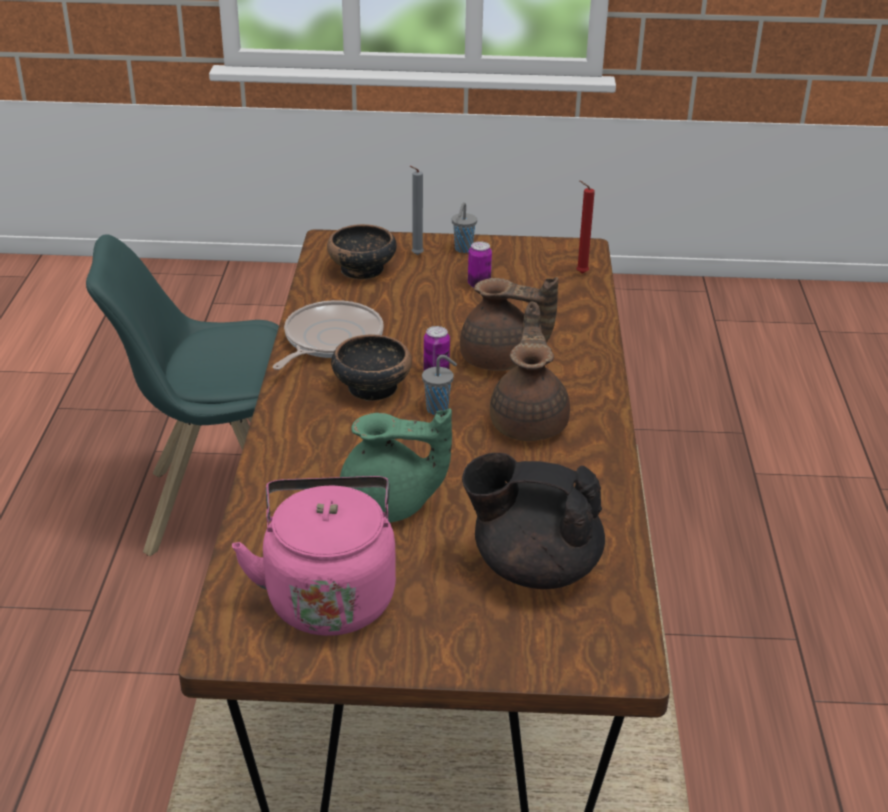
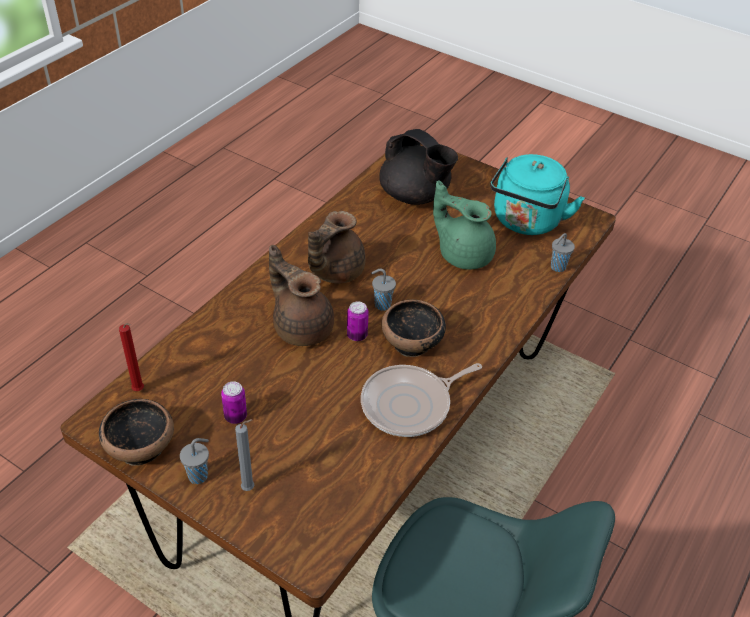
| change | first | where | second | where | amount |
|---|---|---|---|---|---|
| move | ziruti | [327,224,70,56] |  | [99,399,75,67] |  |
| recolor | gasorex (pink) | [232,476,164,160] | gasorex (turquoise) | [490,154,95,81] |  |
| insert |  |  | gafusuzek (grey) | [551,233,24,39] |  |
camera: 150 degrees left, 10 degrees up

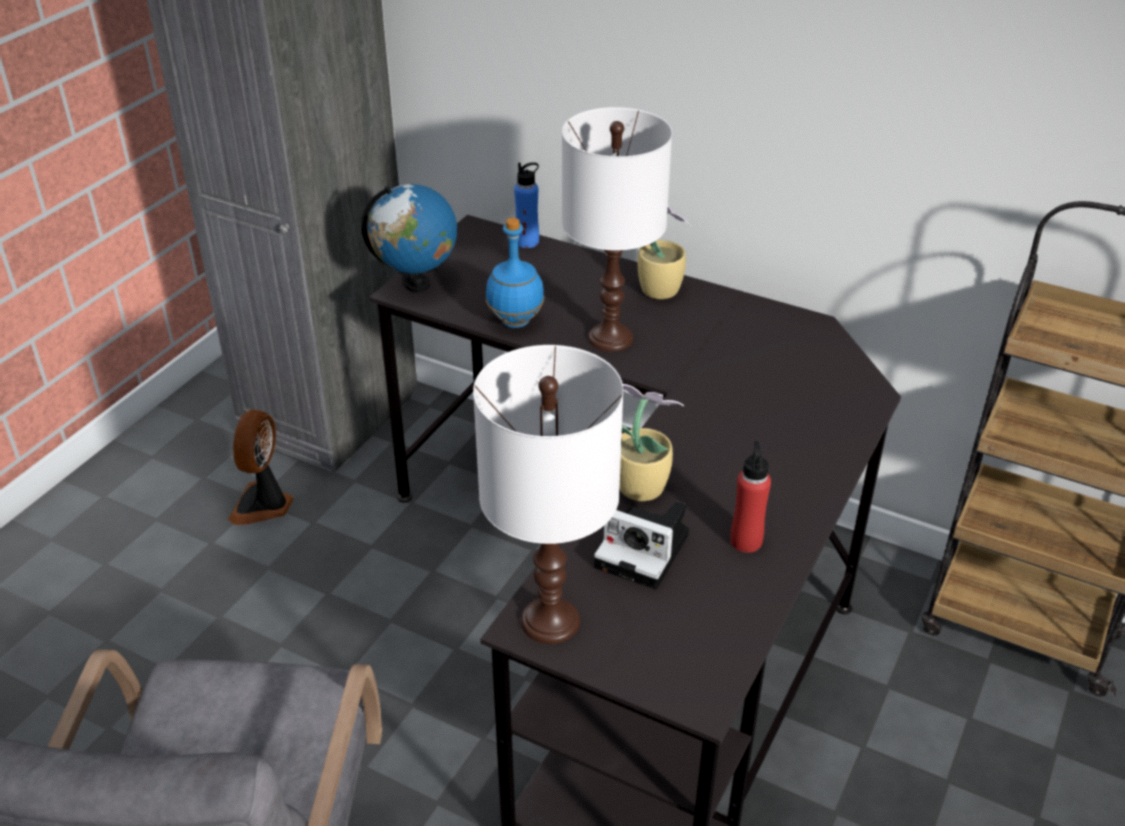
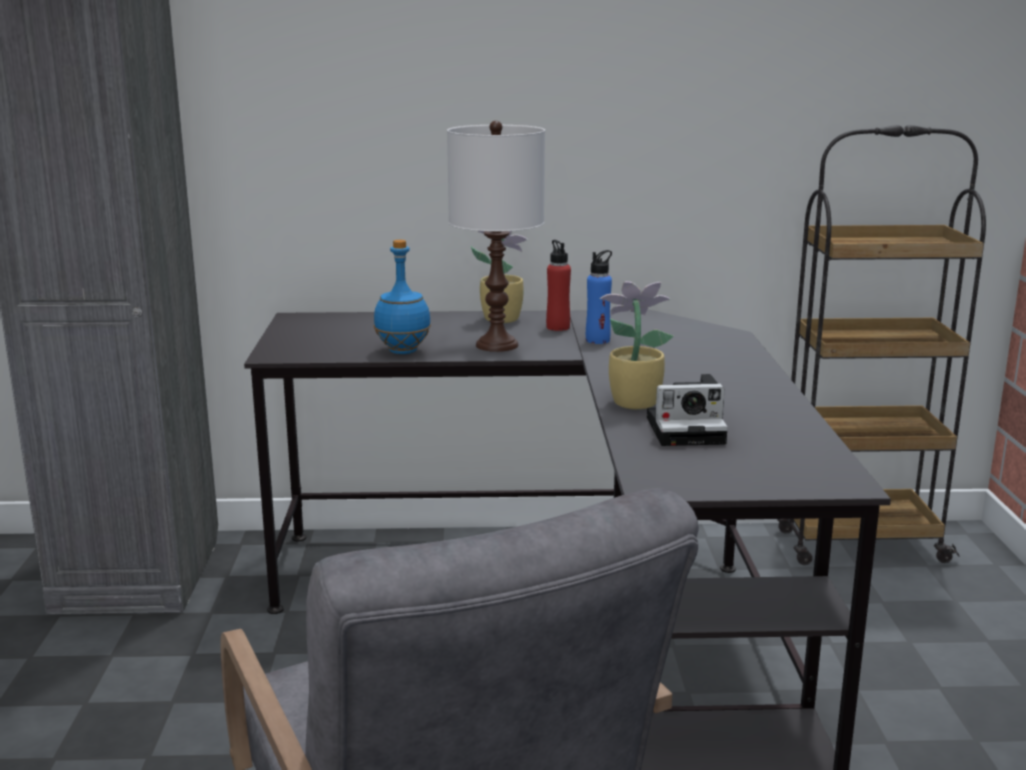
| change | first | where | second | where | amount |
|---|---|---|---|---|---|
| move | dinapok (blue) | [514,162,25,86] |  | [586,250,26,94] |  |
| delete | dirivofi | [361,184,96,109] |  |  |  |
| delete | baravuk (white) | [473,345,151,299] |  |  |  |
| delete | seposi | [228,409,65,116] |  |  |  |
| move | dinapok (red) | [730,441,41,112] |  | [546,240,25,91] |  |
camera: 30 degrees left, 20 degrees down

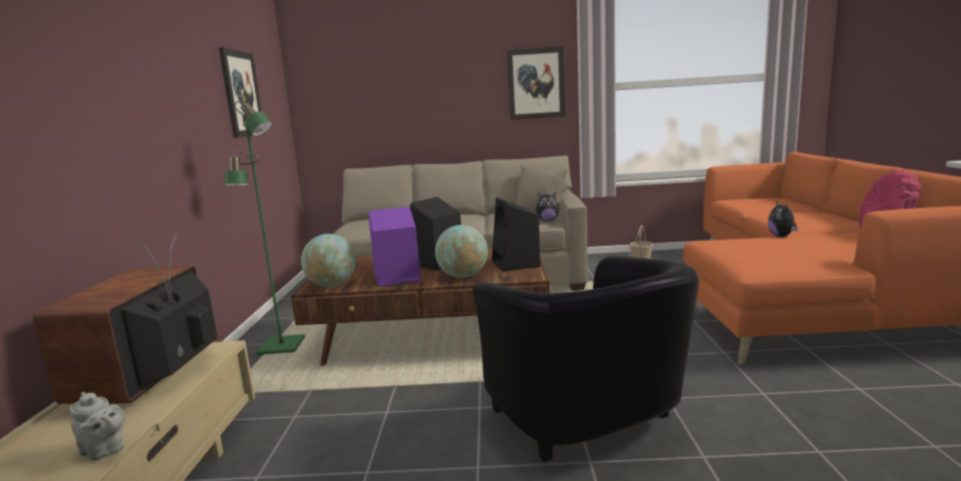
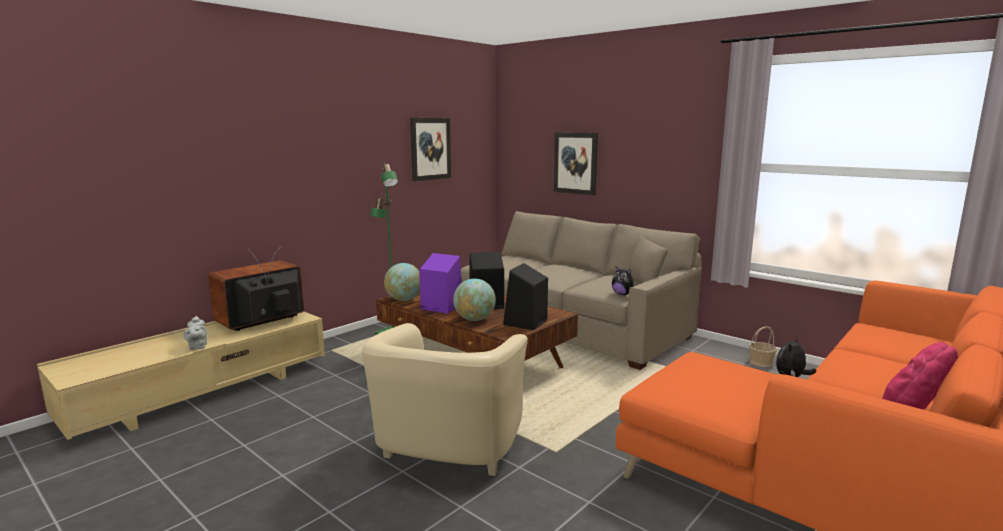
| change | first | where | second | where | amount |
|---|---|---|---|---|---|
| move | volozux | [507,46,58,74] |  | [554,132,44,63] |  |
| recolor | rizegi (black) | [472,256,227,206] | rizegi (beige) | [362,323,166,153] |  |
camera: 40 degrees right, 0 degrees up

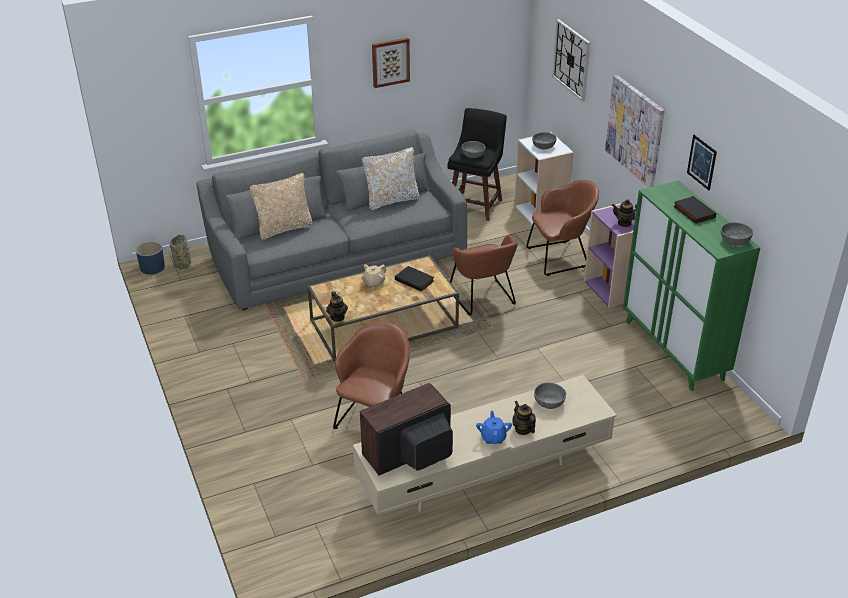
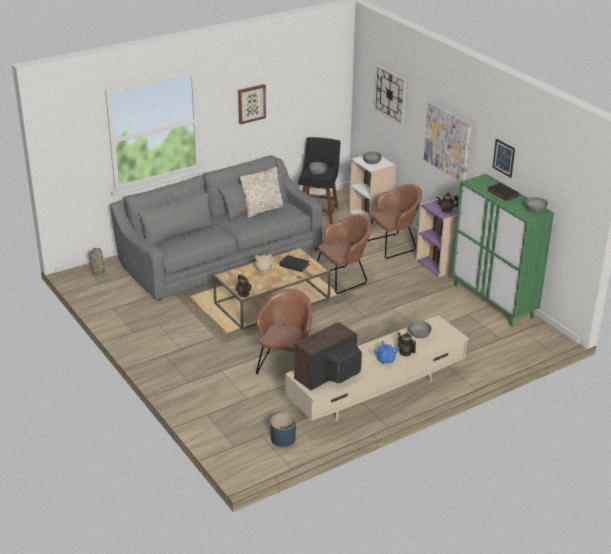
| change | first | where | second | where | amount |
|---|---|---|---|---|---|
| delete | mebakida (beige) | [250,173,62,66] |  |  |  |
| rotate | rizegi (brown) | [450,234,68,82] |  | [318,214,54,80] | 90 degrees counterclockwise |
| move | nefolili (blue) | [136,241,29,34] |  | [270,413,26,34] |  |
camera: 10 degrees left, 5 degrees down

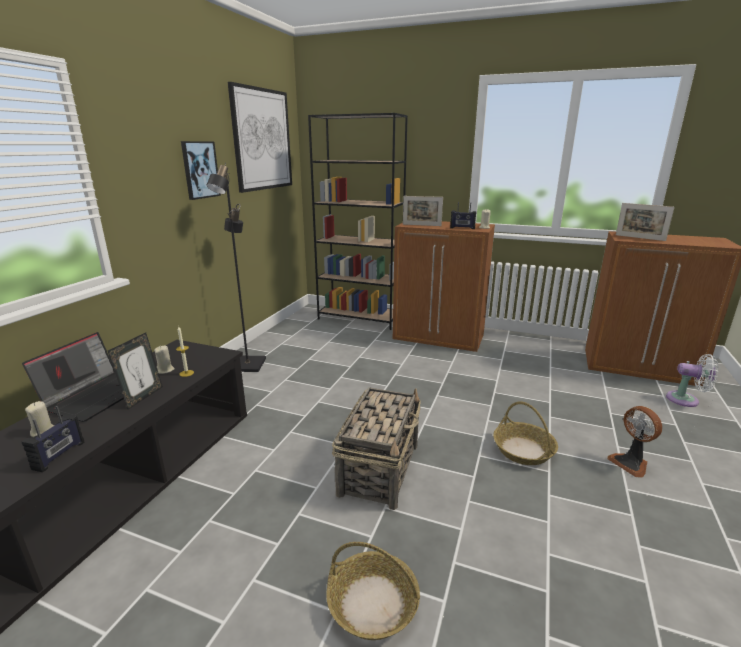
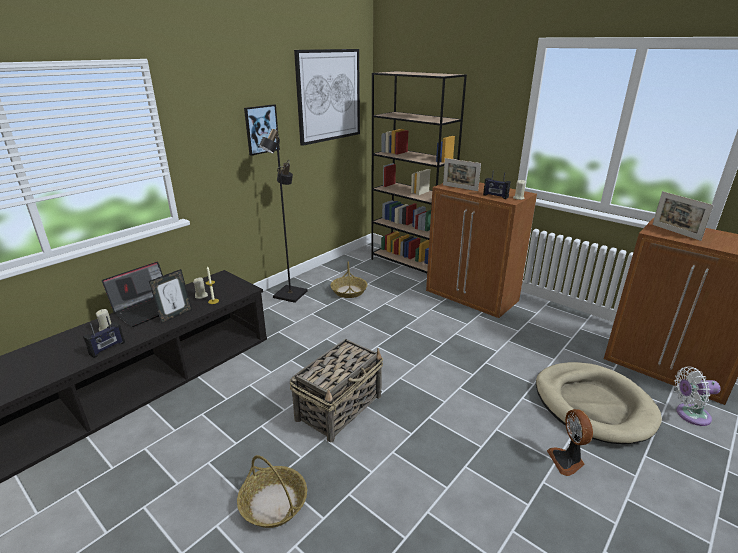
| change | first | where | second | where | amount |
|---|---|---|---|---|---|
| rotate | seposi (white) | [666,354,52,53] |  | [674,366,47,60] | 135 degrees clockwise |
| move | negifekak | [493,401,65,64] |  | [330,261,38,37] |  |
| insert |  |  | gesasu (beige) | [536,362,126,82] |  |
camera: 20 degrees right, 5 degrees up

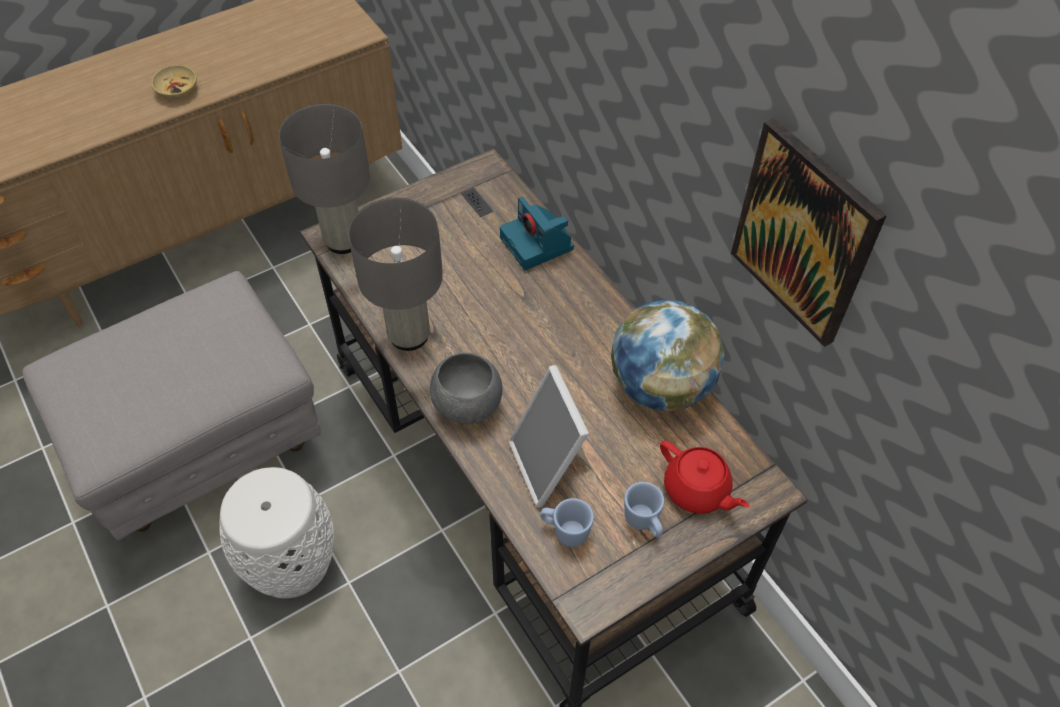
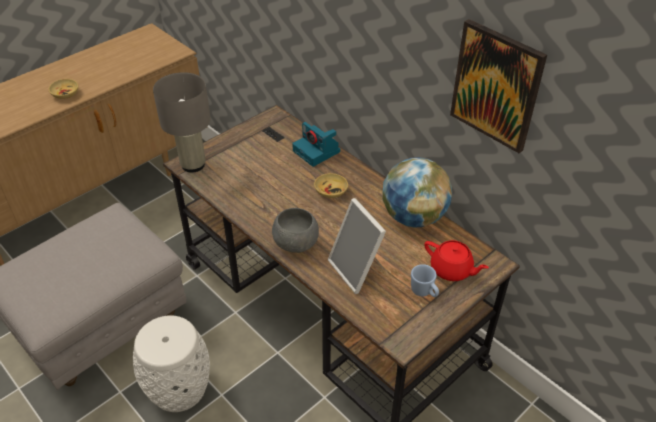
| change | first | where | second | where | amount |
|---|---|---|---|---|---|
| delete | baravuk (grey) | [348,198,95,153] |  |  |  |
| delete | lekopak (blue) | [540,498,54,49] |  |  |  |
| insert |  |  | ziruti (beige) | [314,173,34,25] |  |
camera: 10 degrees left, 10 degrees down

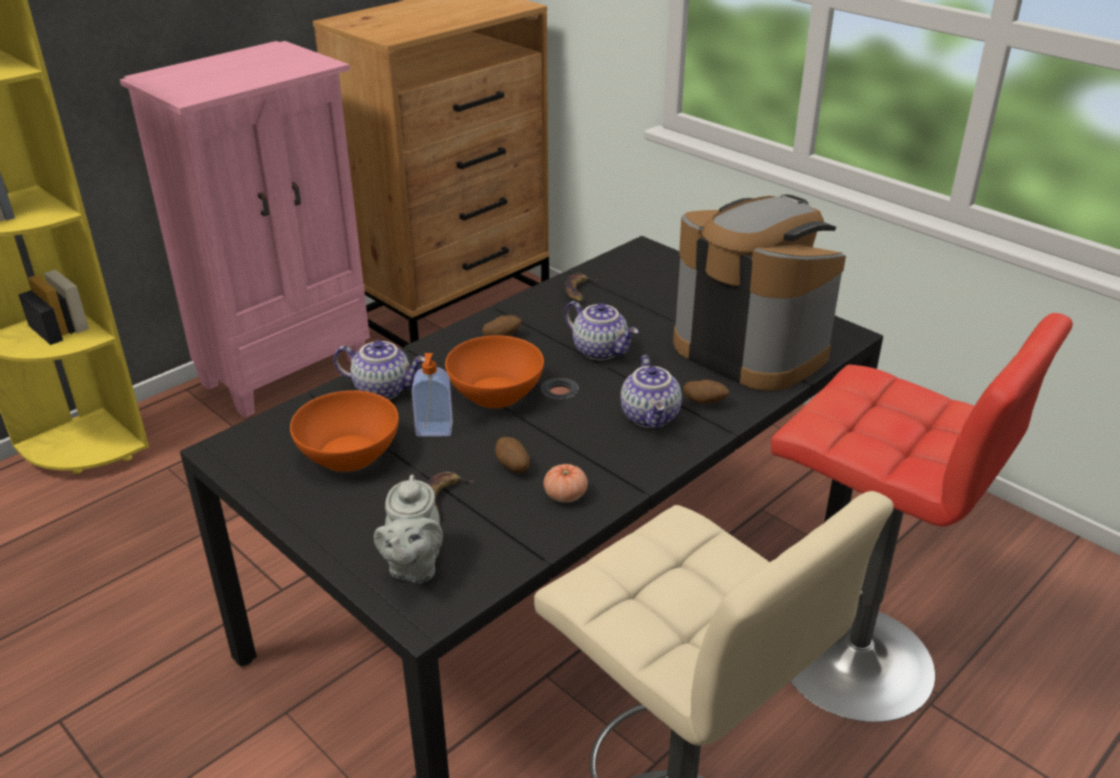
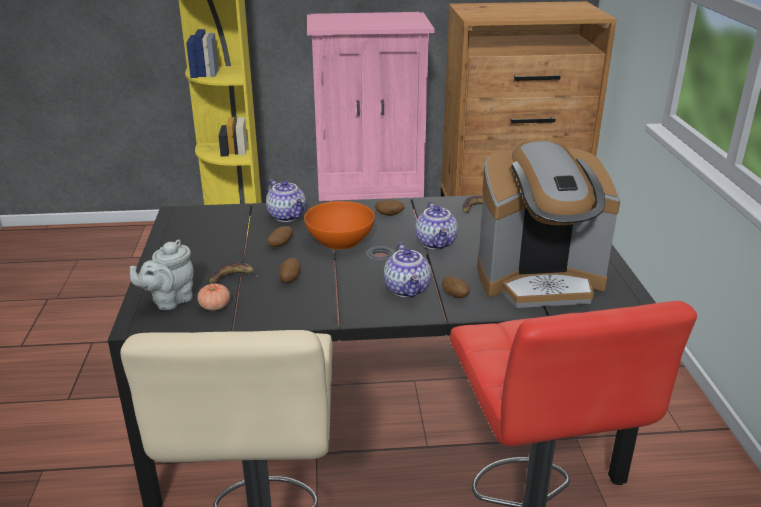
| change | first | where | second | where | amount |
|---|---|---|---|---|---|
| rotate | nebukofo | [673,194,173,197] |  | [477,140,143,168] | 90 degrees clockwise |
| replace | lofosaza | [412,353,41,84] | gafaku | [267,226,26,21] |  |
| rotate | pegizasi | [621,355,61,74] |  | [384,243,47,54] | 45 degrees counterclockwise |
| delete | ziruti (orange) | [290,390,109,82] |  |  |  |
| move | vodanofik | [543,464,45,39] |  | [197,284,33,27] |  |
camera: 40 degrees right, 5 degrees down

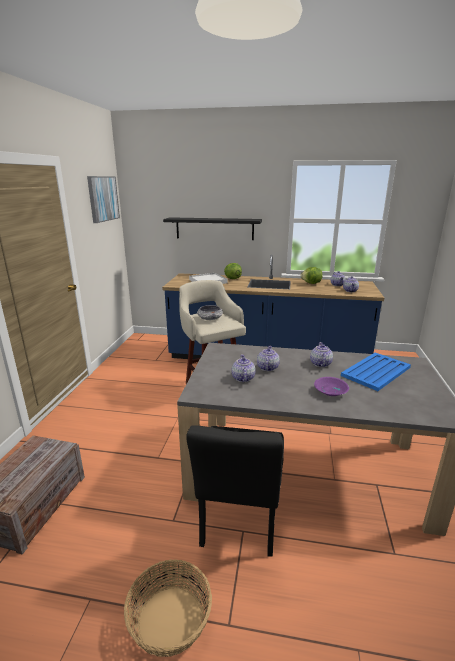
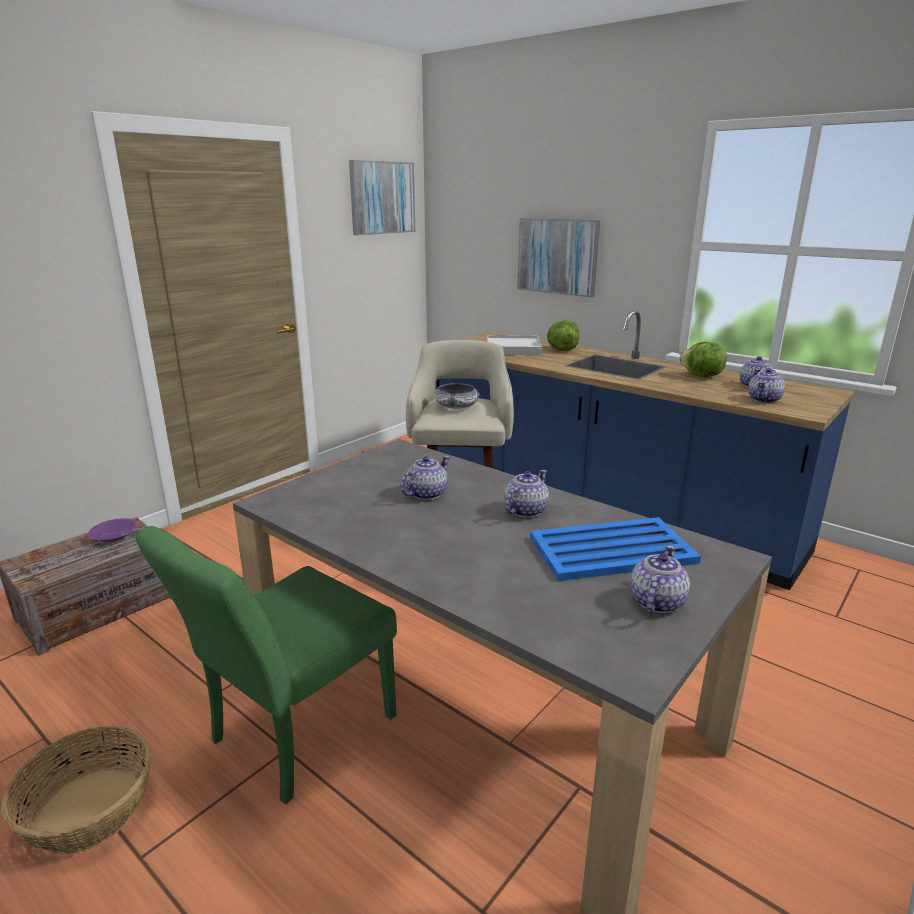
| change | first | where | second | where | amount |
|---|---|---|---|---|---|
| replace | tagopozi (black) | [163,217,99,23] | volozux | [517,218,83,79] |  |
| move | pegizasi | [232,354,24,28] |  | [630,545,60,68] |  |
| move | ziruti (purple) | [314,377,35,19] |  | [88,518,48,24] |  |
| recolor | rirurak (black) | [186,425,98,132] | rirurak (green) | [136,526,261,278] |  |
camera: 30 degrees right, 0 degrees up

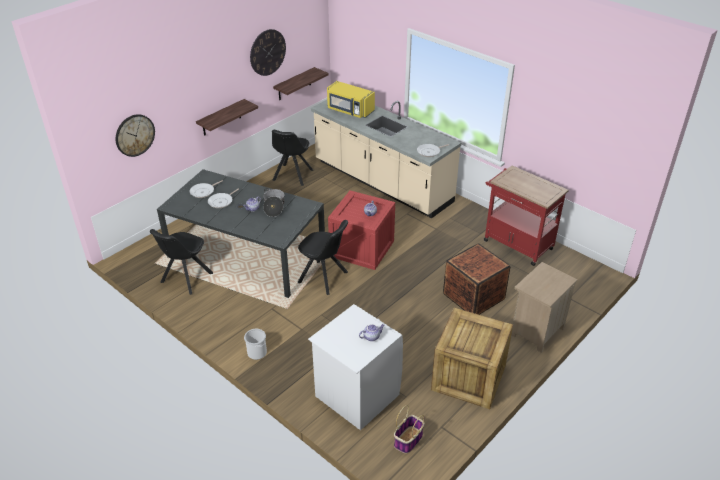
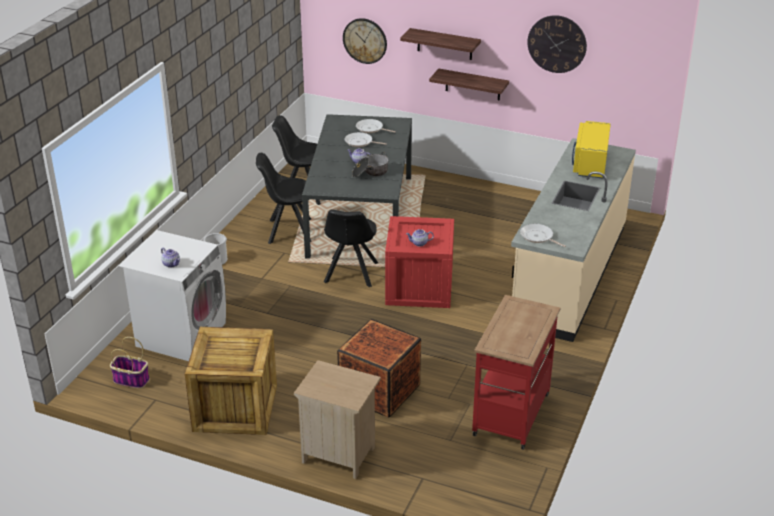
| change | first | where | second | where | amount |
|---|---|---|---|---|---|
| move | tagopozi | [273,67,56,33] |  | [400,28,81,32] |  |
| move | rirurak (black) | [272,130,41,56] |  | [256,153,56,91] |  |
camera: 70 degrees right, 5 degrees down

